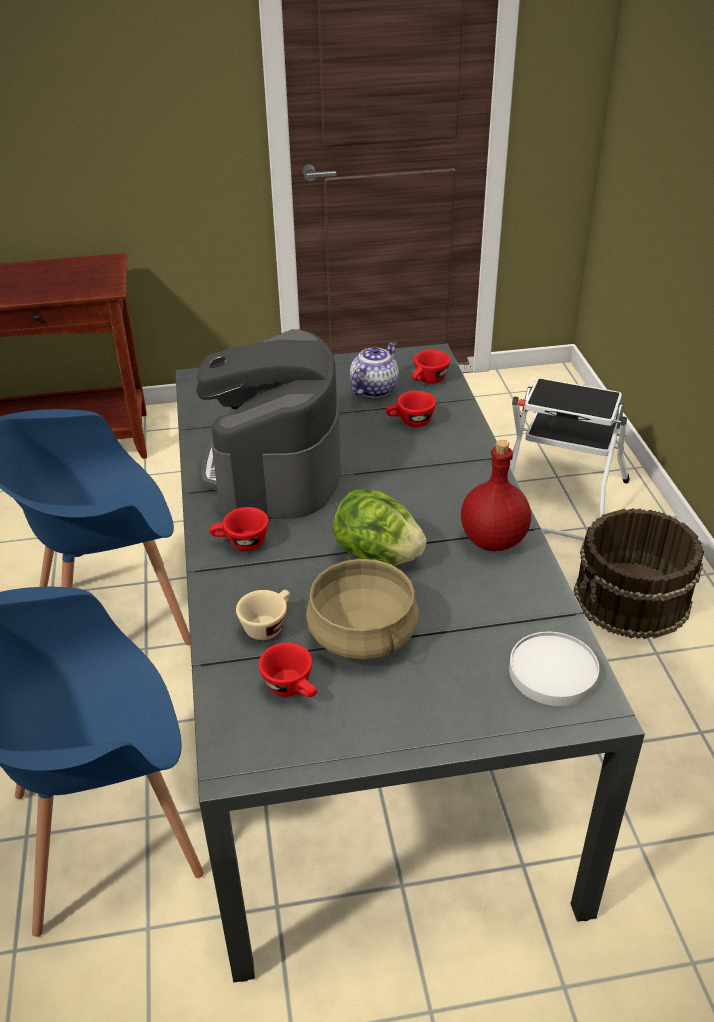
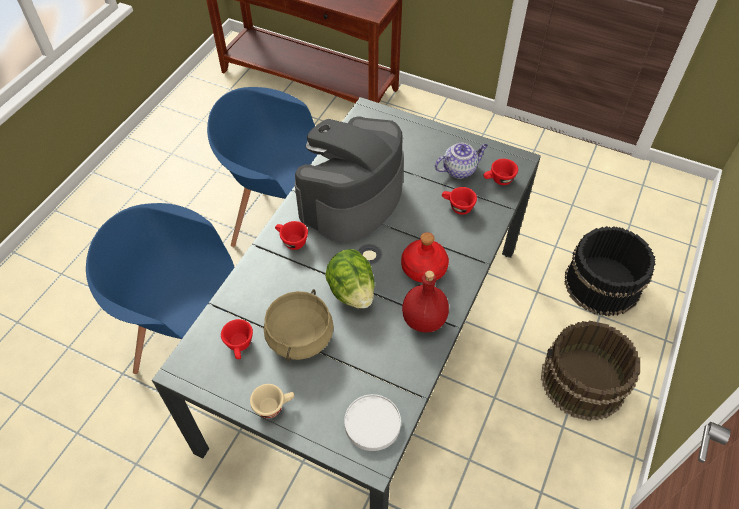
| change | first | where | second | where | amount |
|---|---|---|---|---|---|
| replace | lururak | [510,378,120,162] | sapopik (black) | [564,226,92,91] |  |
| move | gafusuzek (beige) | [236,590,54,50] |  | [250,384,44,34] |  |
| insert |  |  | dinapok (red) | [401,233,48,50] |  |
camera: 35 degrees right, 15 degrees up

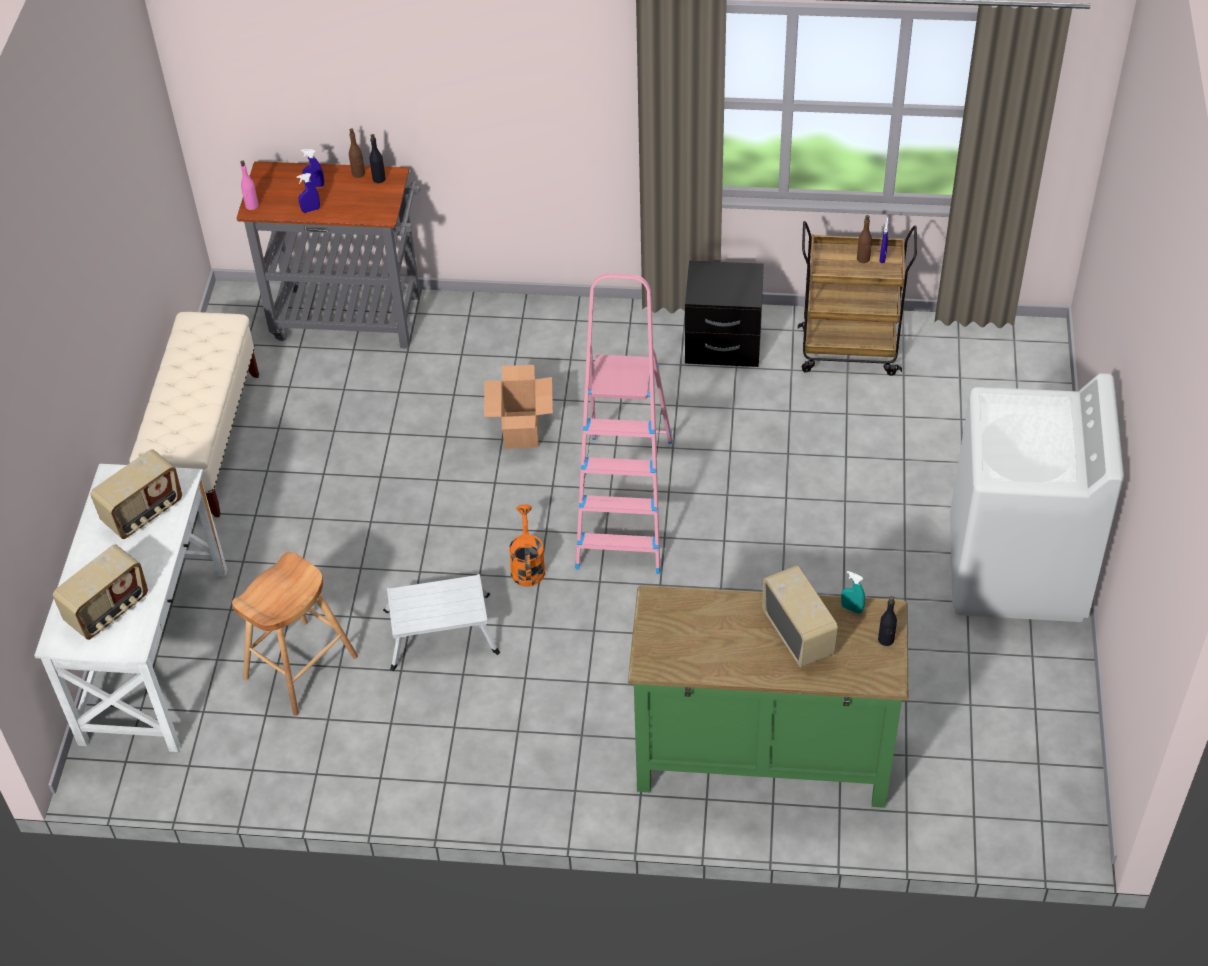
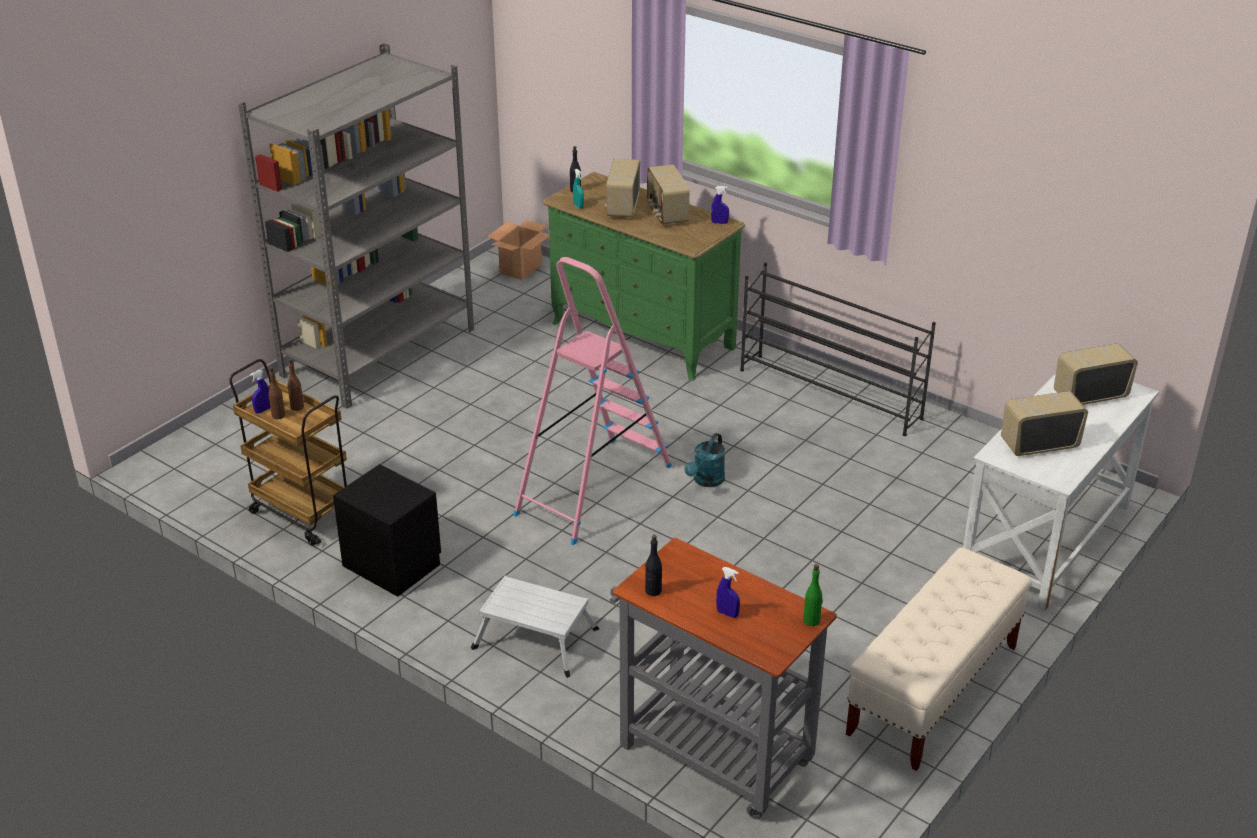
| change | first | where | second | where | amount |
|---|---|---|---|---|---|
| move | dinapok (brown) | [349,129,16,49] |  | [288,359,16,52] |  |
| recolor | dinapok (pink) | [240,161,19,49] | dinapok (green) | [803,564,20,62] |  |
| move | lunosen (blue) | [297,173,23,40] |  | [711,186,18,38] |  |
| move | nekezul | [484,365,69,84] |  | [487,220,62,60] |  |
| replace | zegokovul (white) | [950,373,174,249] | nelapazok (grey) | [238,43,236,366] |  |
| recolor | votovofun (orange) | [509,504,36,83] | votovofun (turquoise) | [685,433,40,54] |  |
| delete | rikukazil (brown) | [232,552,126,164] |  |  |  |
| move | lururak (white) | [383,574,117,97] |  | [471,576,129,102] |  |
| insert |  |  | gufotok | [647,164,43,61] |  |
| insert |  |  | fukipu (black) | [740,263,196,173] |  |
camera: 150 degrees left, 15 degrees down

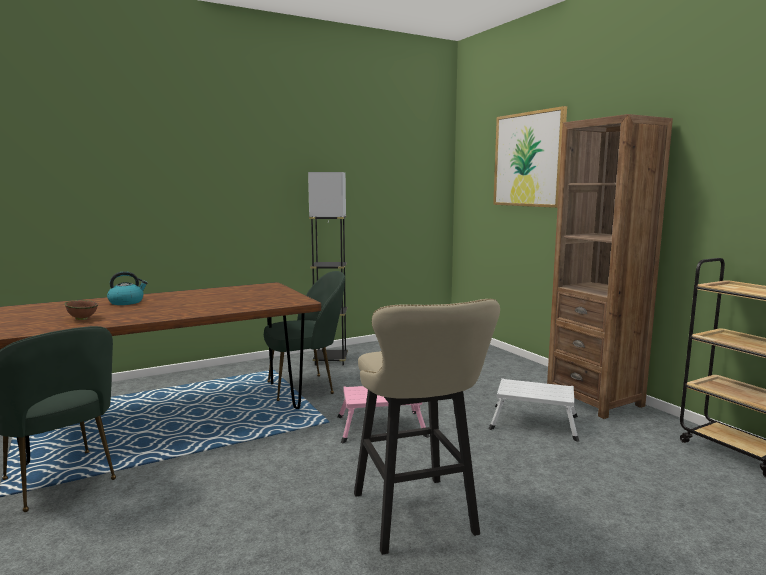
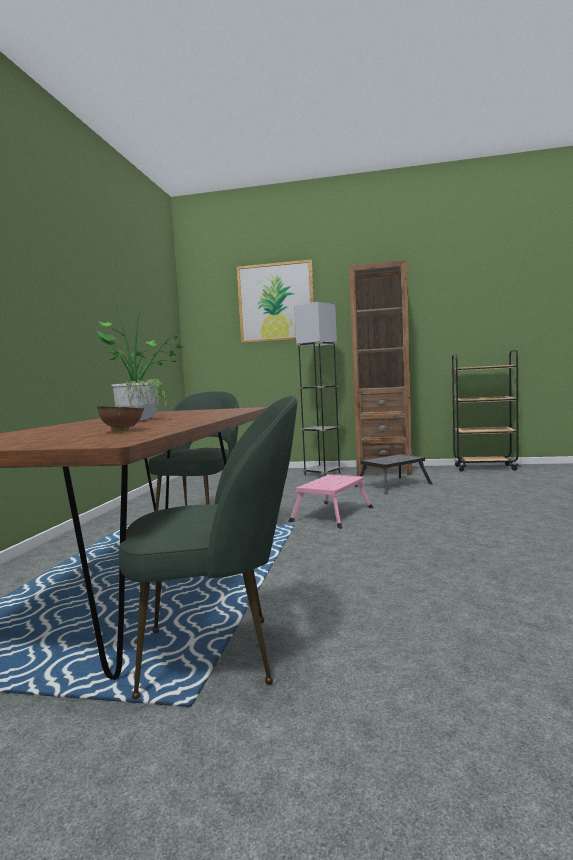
| change | first | where | second | where | amount |
|---|---|---|---|---|---|
| move | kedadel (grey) | [308,172,40,194] |  | [294,302,48,174] |  |
| delete | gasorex | [107,271,41,34] |  |  |  |
| delete | rikukazil (beige) | [354,299,146,256] |  |  |  |
| recolor | lururak (white) | [488,378,91,64] | lururak (black) | [355,454,78,41] |  |
| insert |  |  | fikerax | [96,297,88,123] |  |
camera: 50 degrees left, 5 degrees down

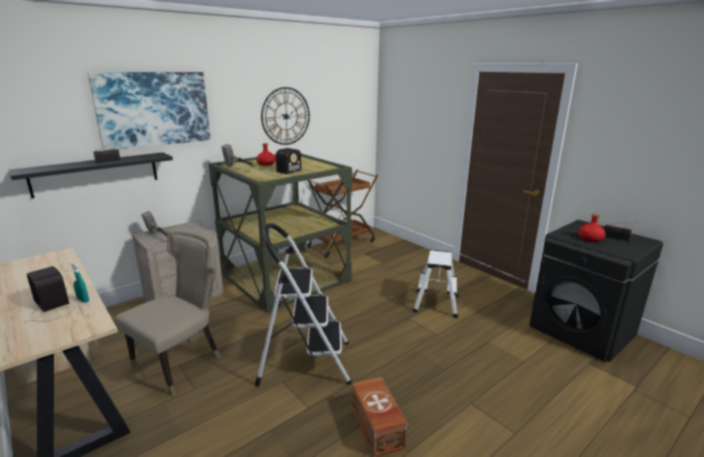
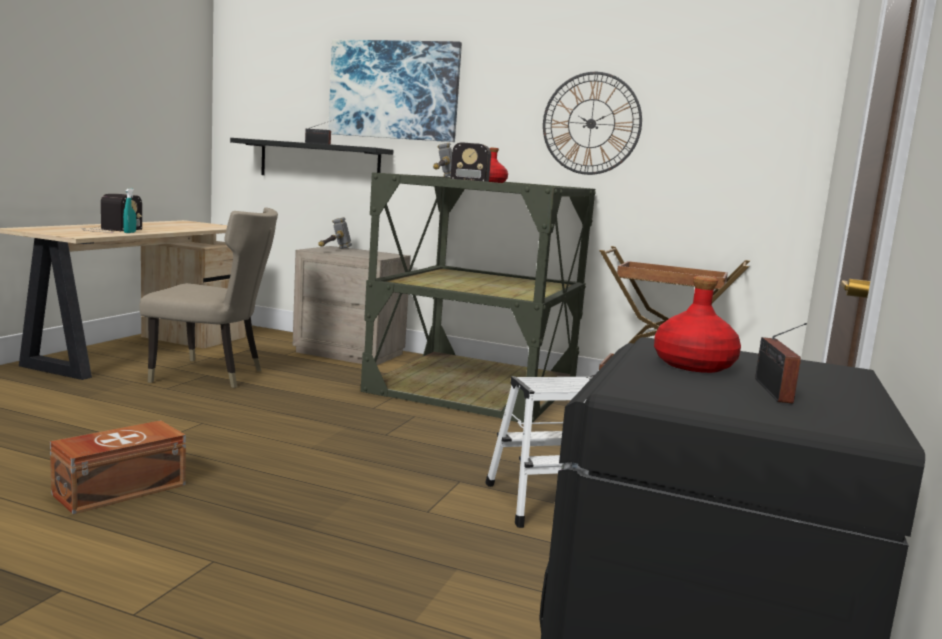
| change | first | where | second | where | amount |
|---|---|---|---|---|---|
| delete | lururak | [255,223,97,164] |  |  |  |
camera: 60 degrees right, 10 degrees down

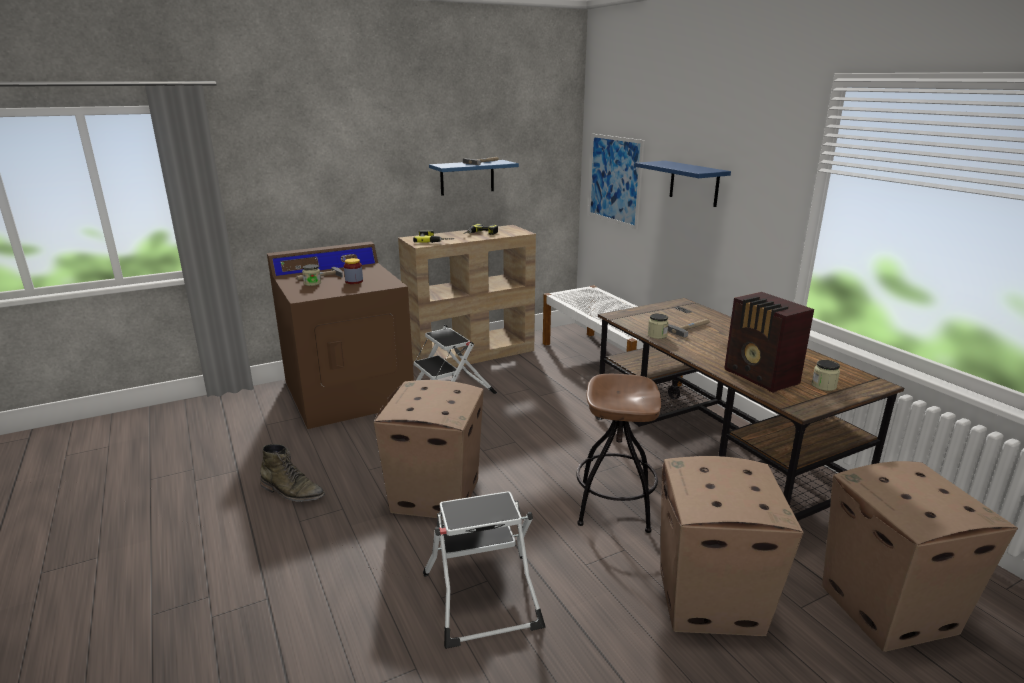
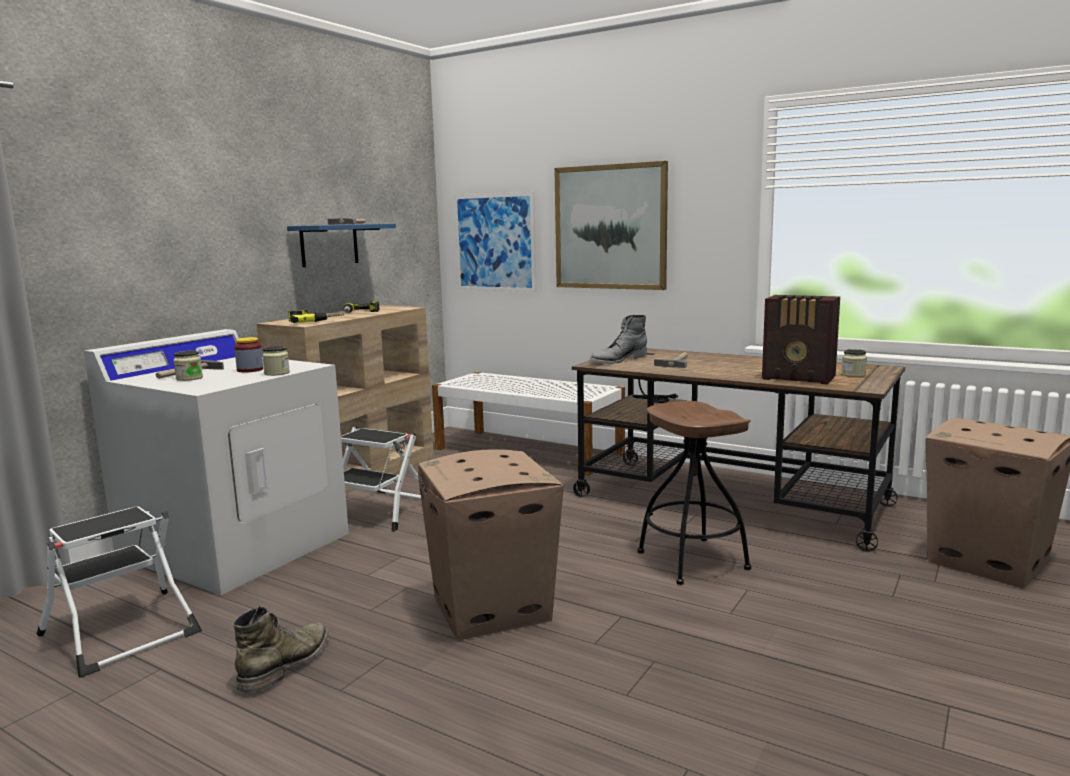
| change | first | where | second | where | amount |
|---|---|---|---|---|---|
| replace | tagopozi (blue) | [635,161,96,46] | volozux | [554,161,114,129] |  |
| recolor | zegokovul (brown) | [267,242,147,187] | zegokovul (white) | [84,329,265,266] |  |
| move | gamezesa | [648,314,21,25] |  | [262,346,28,30] |  |
| rotate | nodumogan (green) | [260,444,65,58] |  | [233,606,96,87] | 60 degrees counterclockwise |
| delete | nekezul | [660,456,144,180] |  |  |  |
| move | lururak | [423,492,122,157] |  | [37,506,165,172] |  |
| insert |  |  | nodumogan (grey) | [590,315,57,49] |  |
camera: 30 degrees left, 10 degrees down

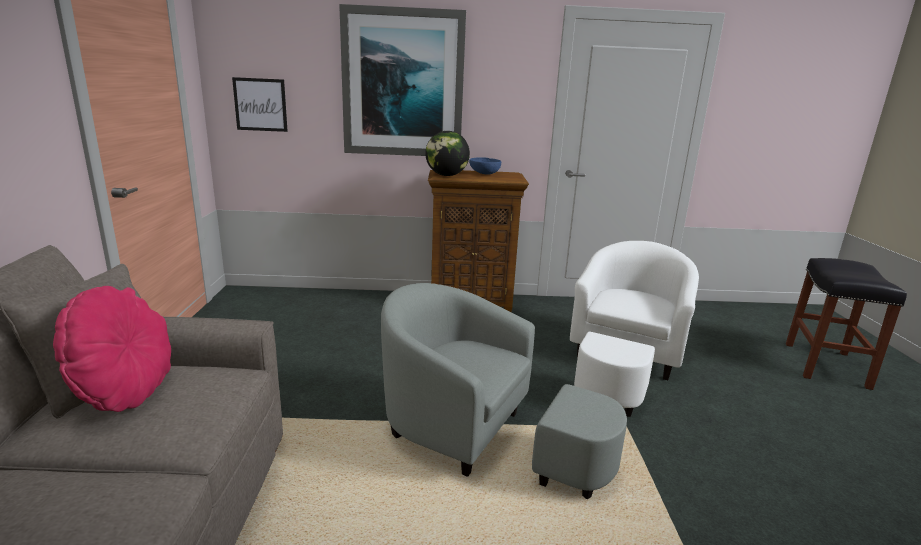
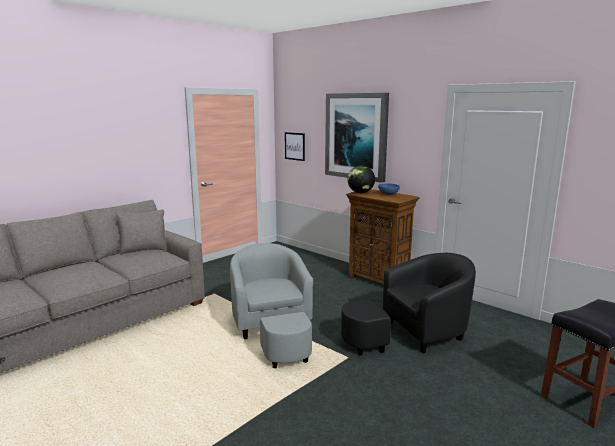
| change | first | where | second | where | amount |
|---|---|---|---|---|---|
| recolor | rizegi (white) | [570,241,129,176] | rizegi (black) | [341,253,135,103] |  |
| delete | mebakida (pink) | [53,286,118,126] |  |  |  |
camera: 45 degrees right, 5 degrees down

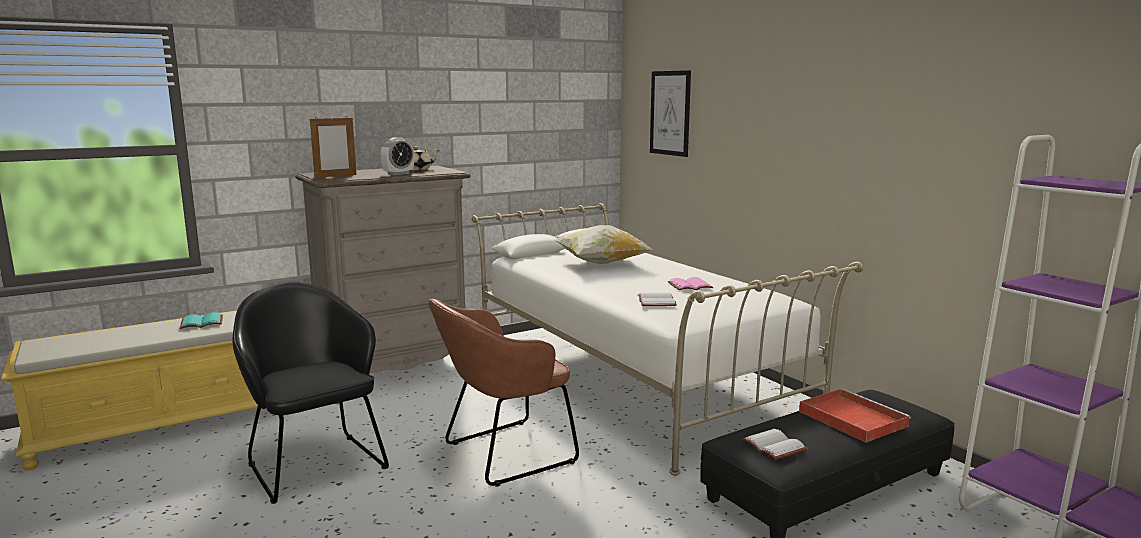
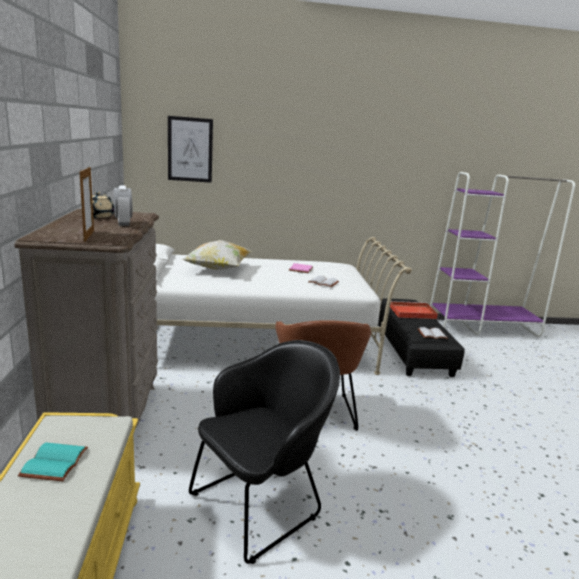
| change | first | where | second | where | amount |
|---|---|---|---|---|---|
| rotate | rizegi (black) | [233,282,156,222] |  | [189,340,151,224] | 150 degrees clockwise |
camera: 65 degrees left, 5 degrees up

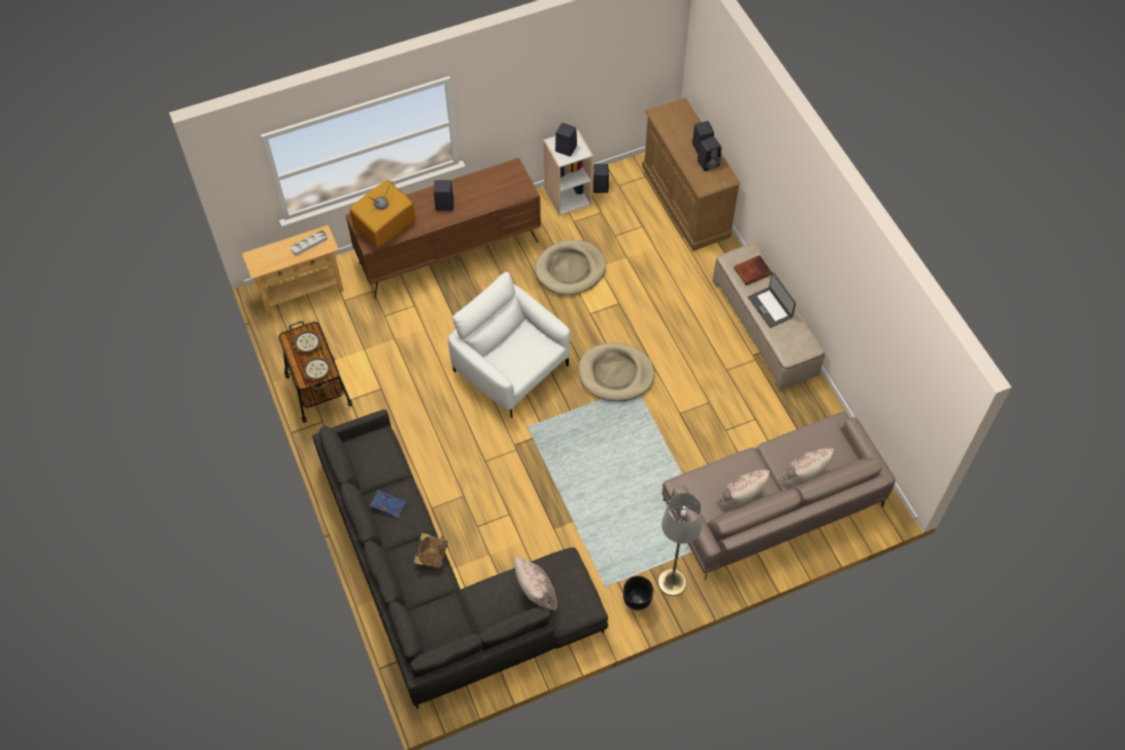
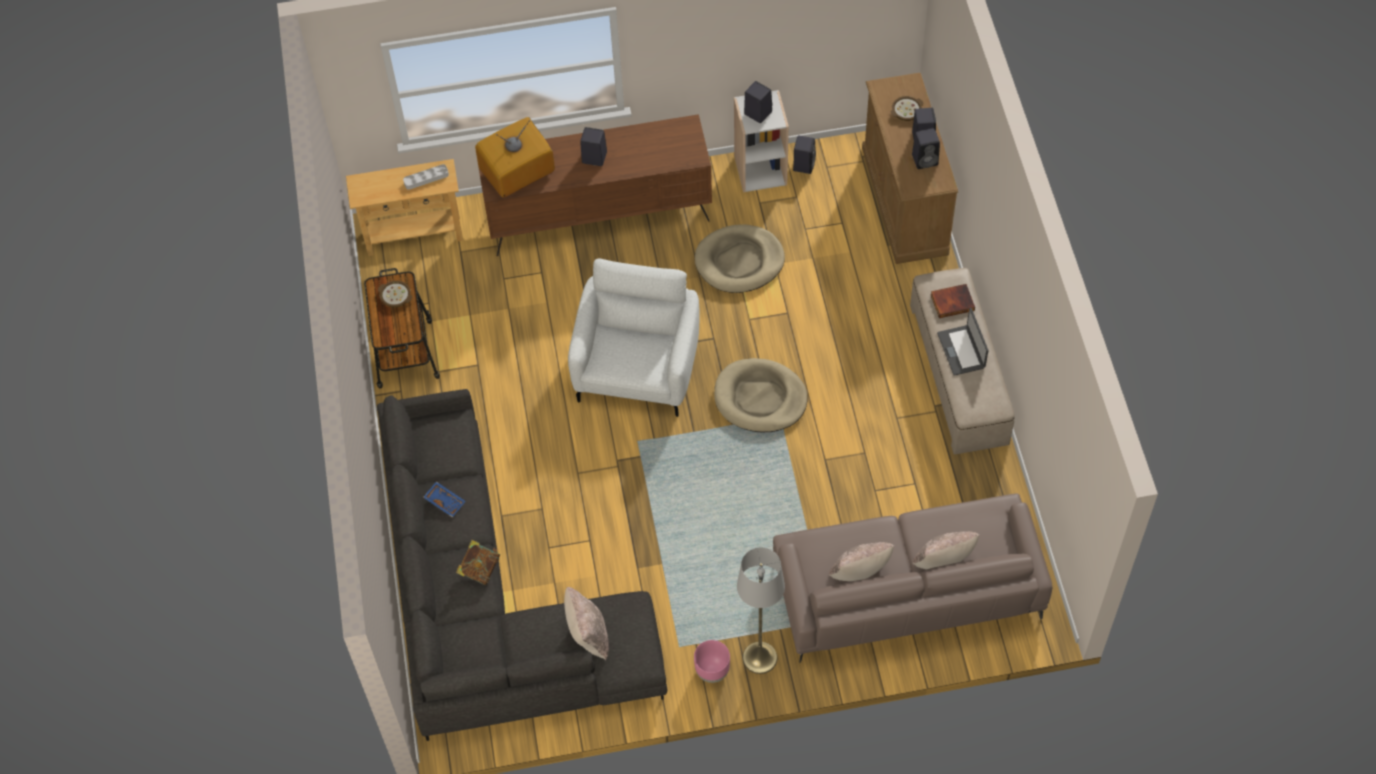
| change | first | where | second | where | amount |
|---|---|---|---|---|---|
| rotate | rizegi (white) | [448,272,122,146] |  | [568,259,132,158] | 45 degrees clockwise |
| move | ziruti | [303,357,28,24] |  | [891,96,32,25] |  |
| recolor | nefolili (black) | [623,576,30,35] | nefolili (pink) | [694,640,36,43] |  |
camera: 15 degrees right, 0 degrees up

